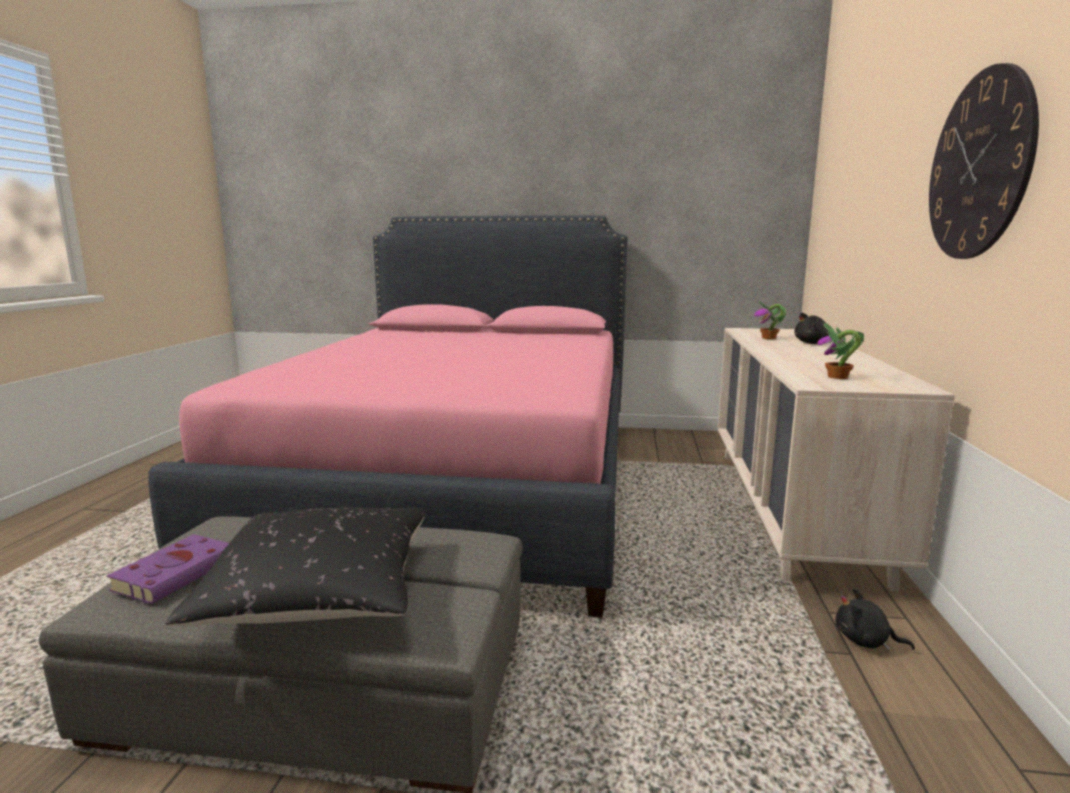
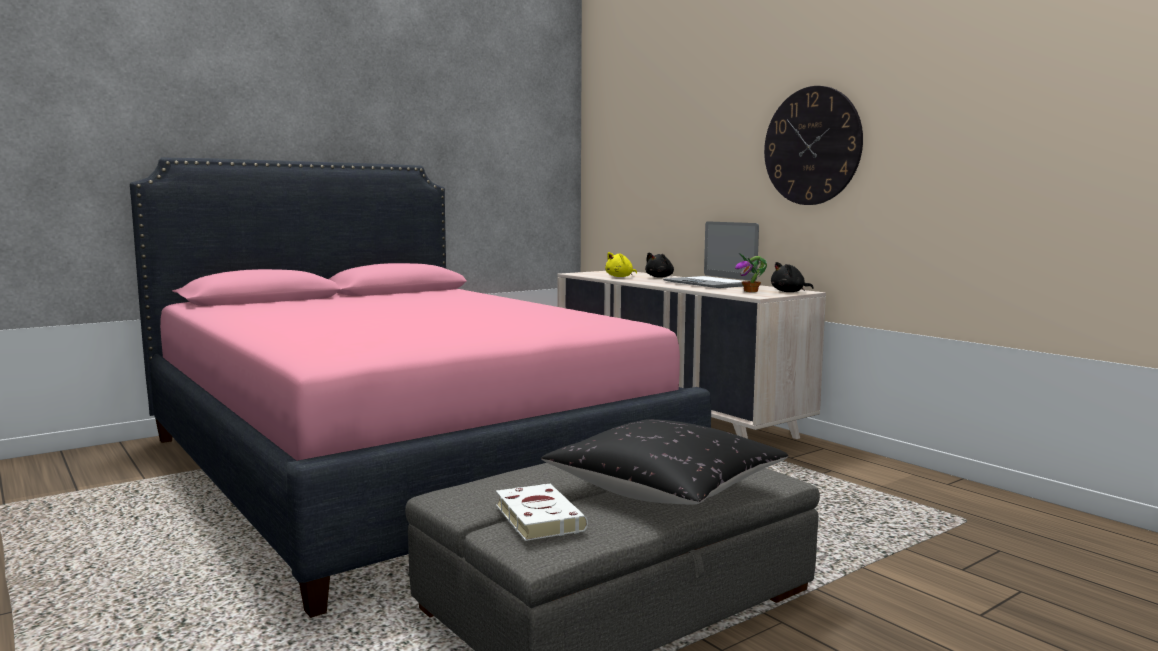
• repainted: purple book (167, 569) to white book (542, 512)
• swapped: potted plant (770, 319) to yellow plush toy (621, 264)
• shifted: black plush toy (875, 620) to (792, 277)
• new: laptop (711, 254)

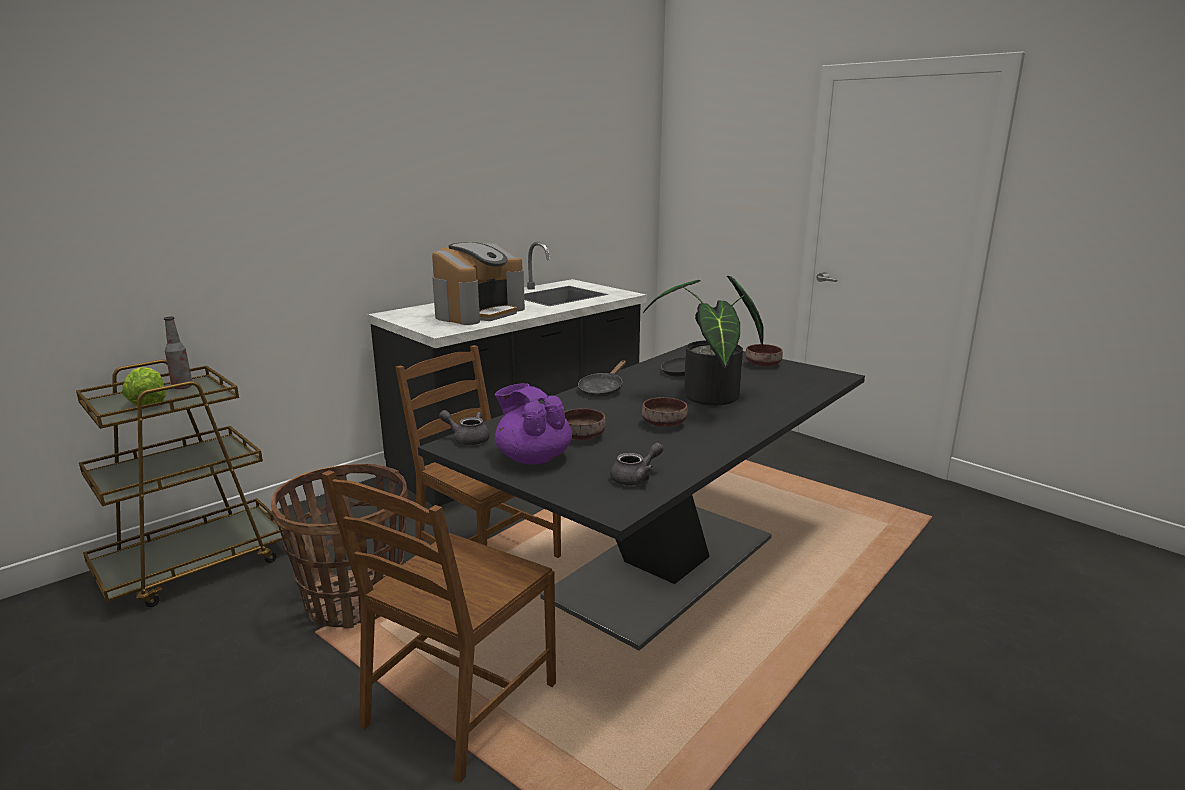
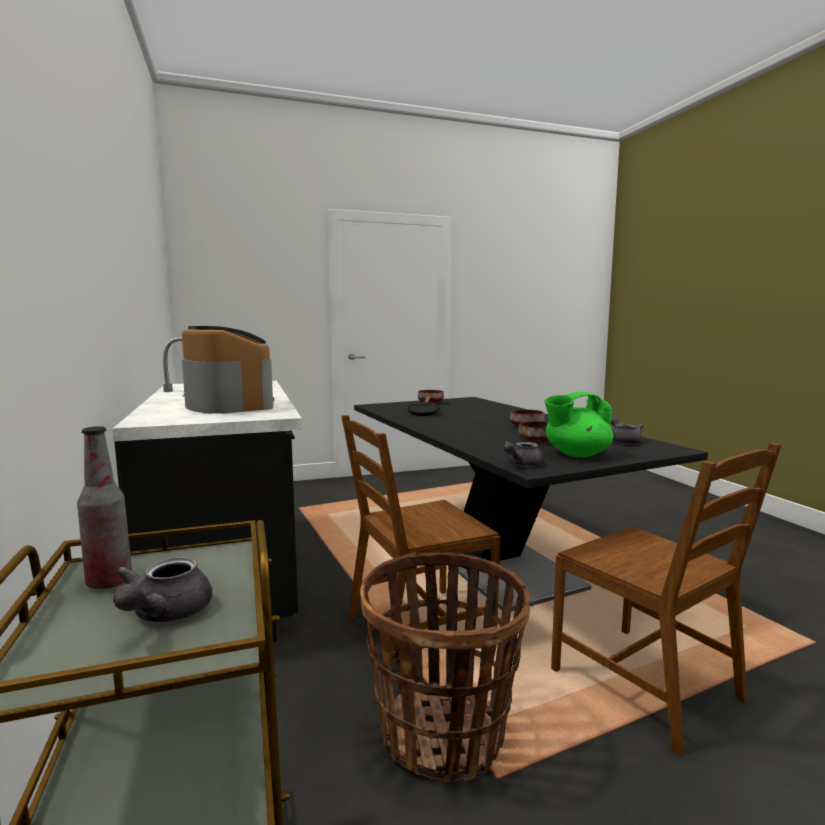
• swapped: lettuce (144, 386) to grey teapot (162, 589)
• repainted: purple teapot (533, 424) to green teapot (579, 424)
• gone: black frying pan (602, 378)
• gone: potted plant (703, 340)

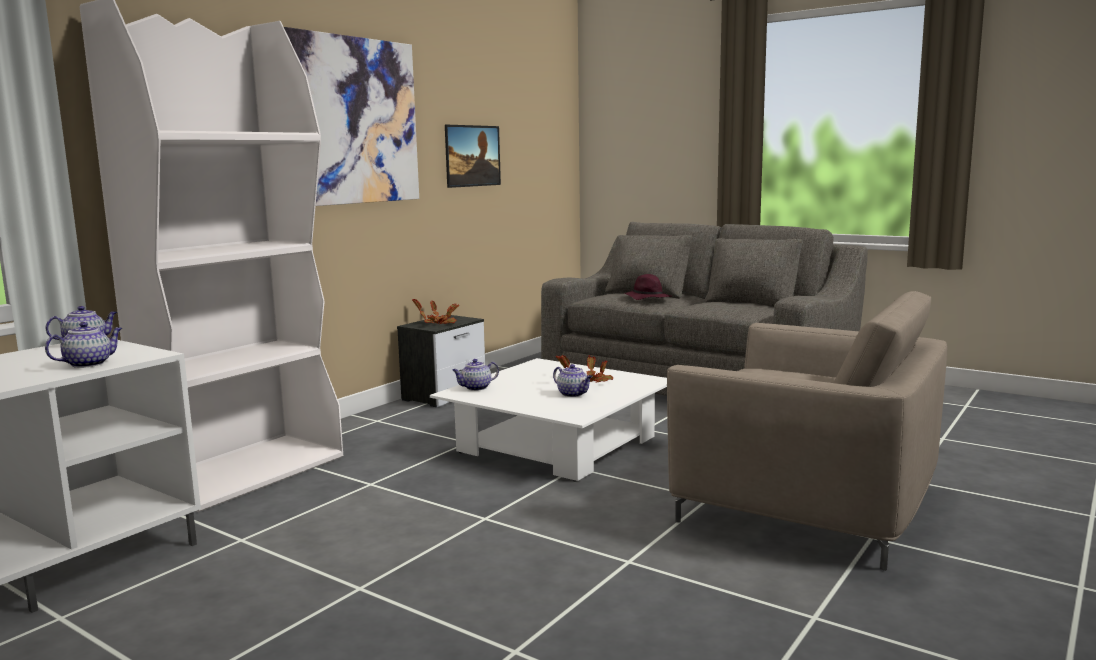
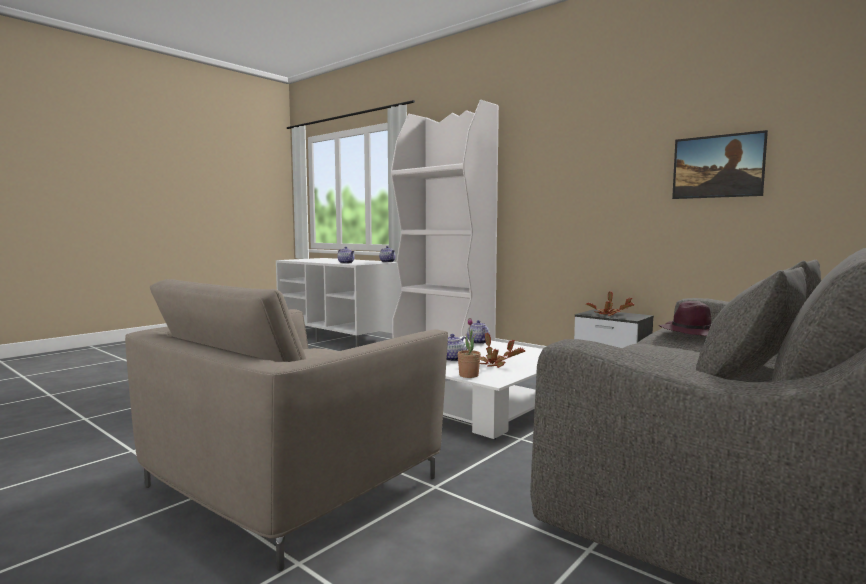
• gone: picture (351, 116)
• new: potted plant (469, 348)

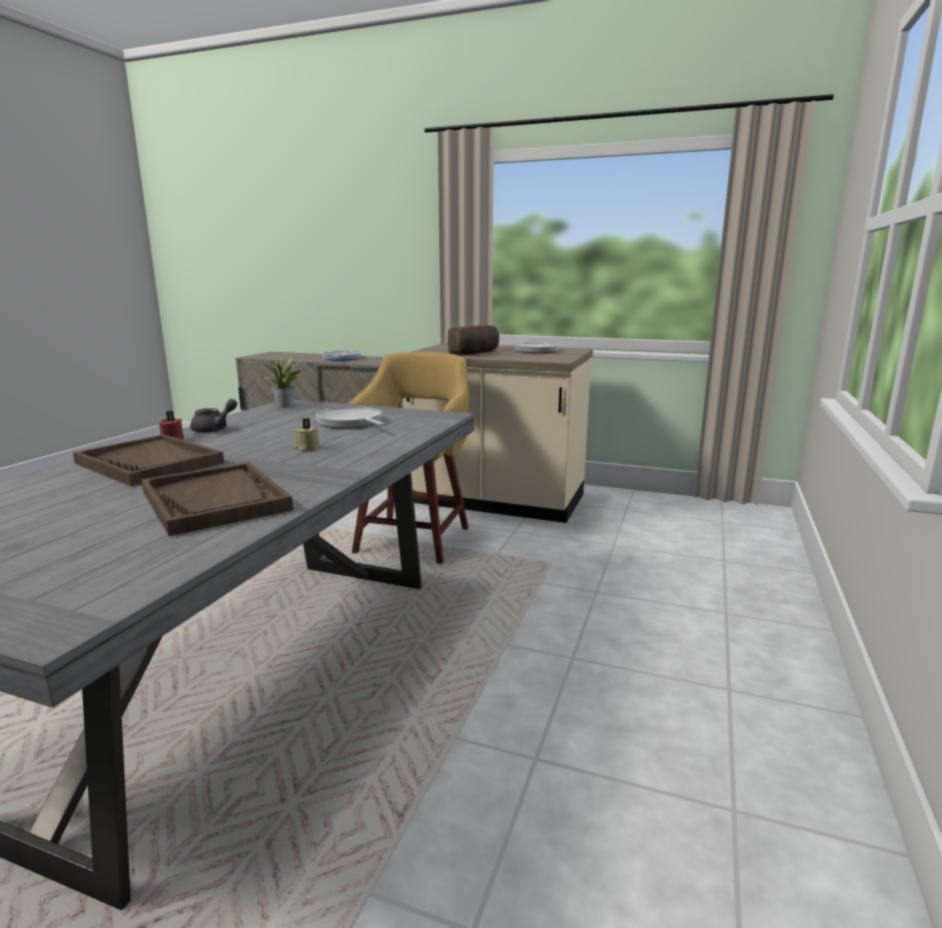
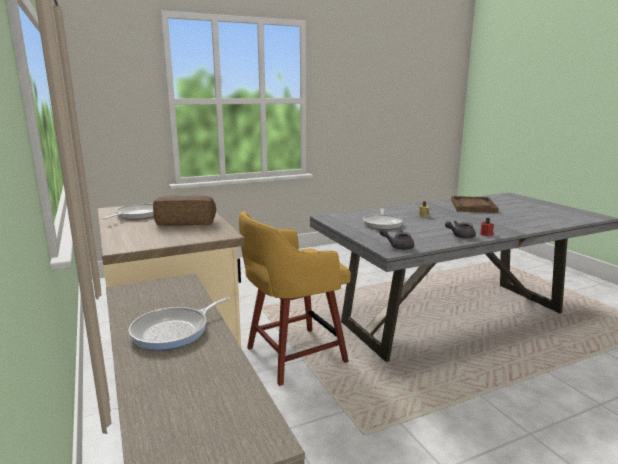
• gone: brown tray (148, 460)
• swapped: potted plant (283, 382) to grey teapot (396, 239)

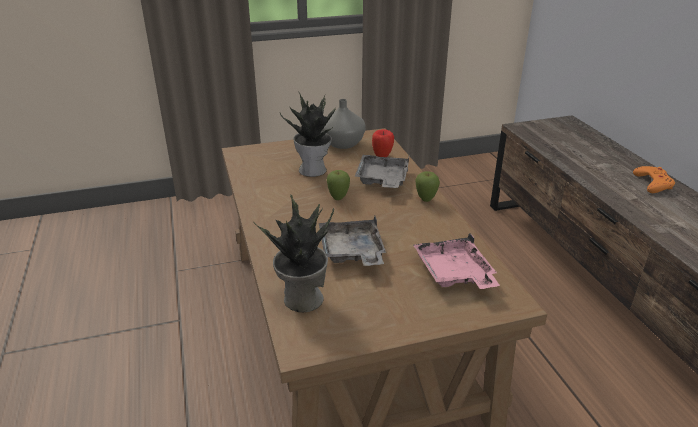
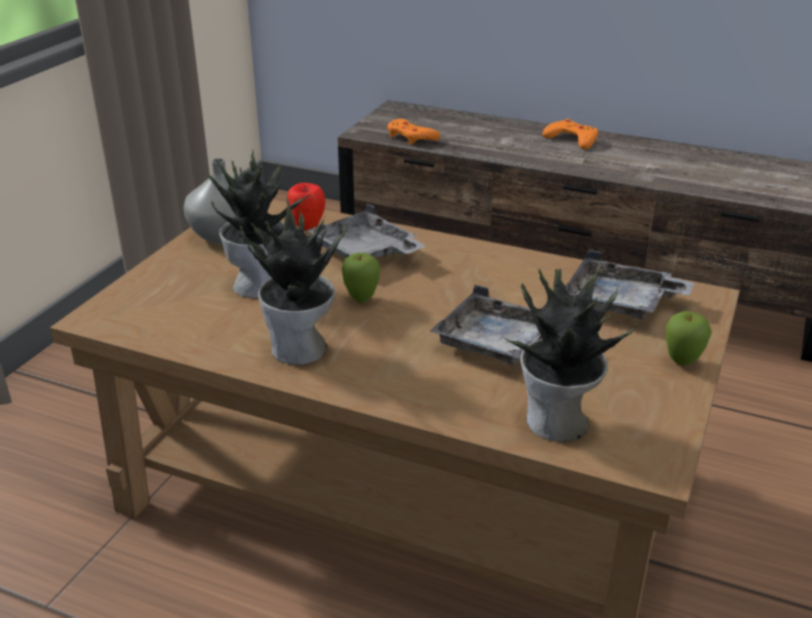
• repainted: pink tray (456, 261) to grey tray (630, 285)
• shifted: apple (427, 186) to (689, 338)
• new: potted plant (294, 281)
• new: orange game controller (414, 131)

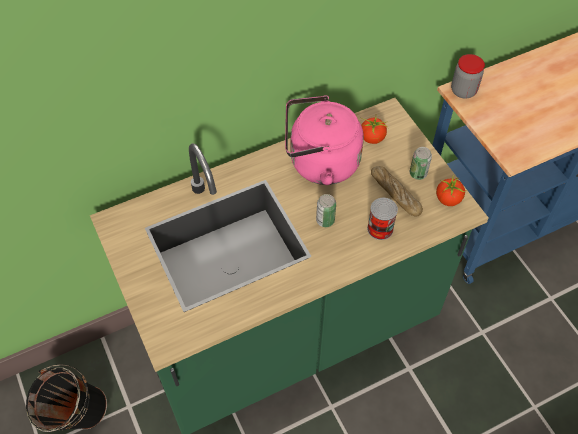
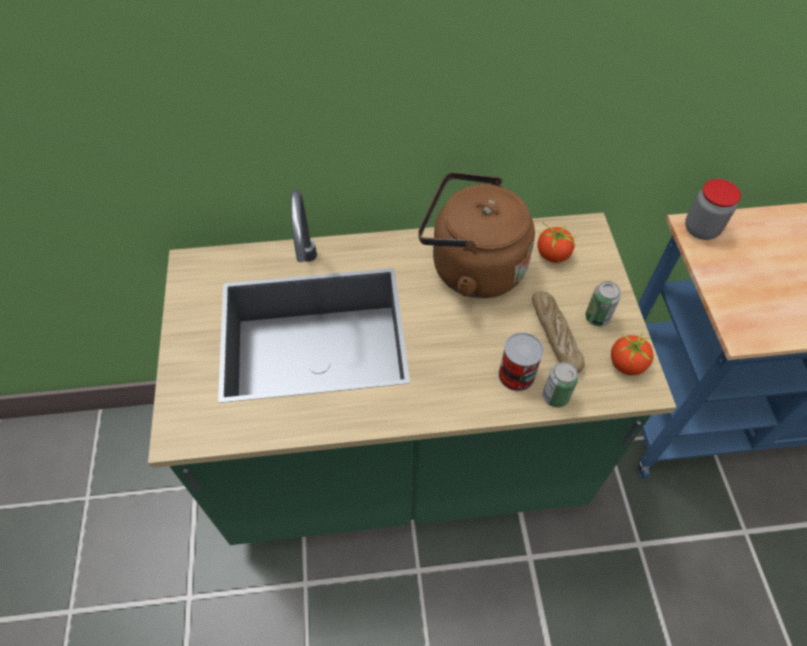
• gone: black bucket (66, 398)
• repainted: pink kettle (324, 140) to brown kettle (476, 235)
• shifted: can (326, 210) to (561, 384)

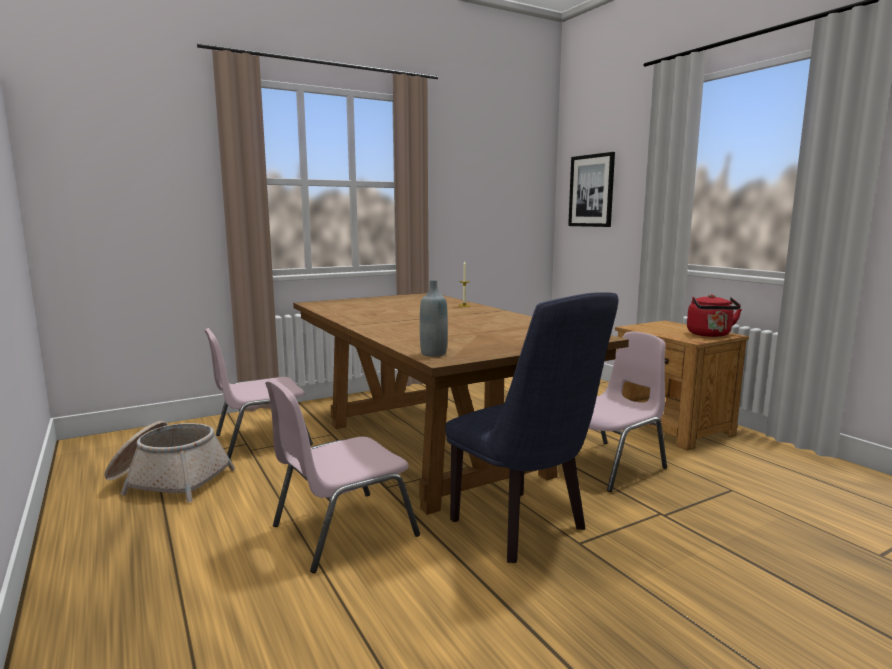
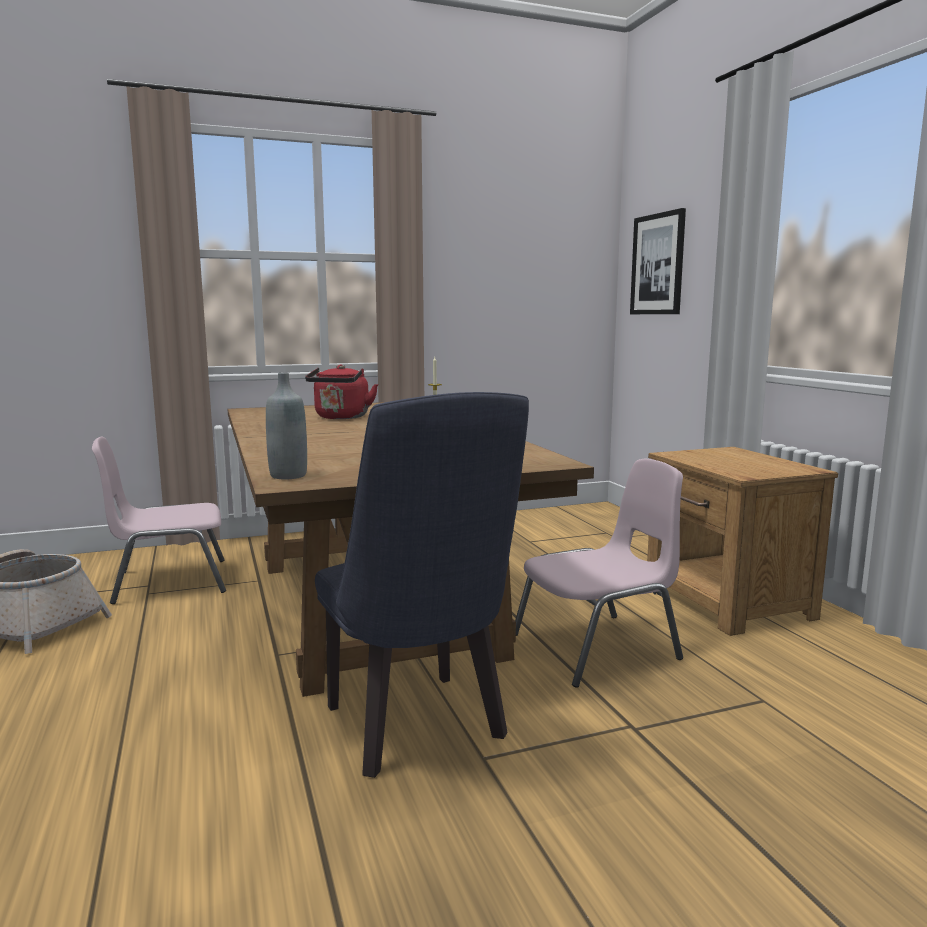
• gone: pink chair (342, 476)
• shifted: red kettle (714, 315) to (341, 392)

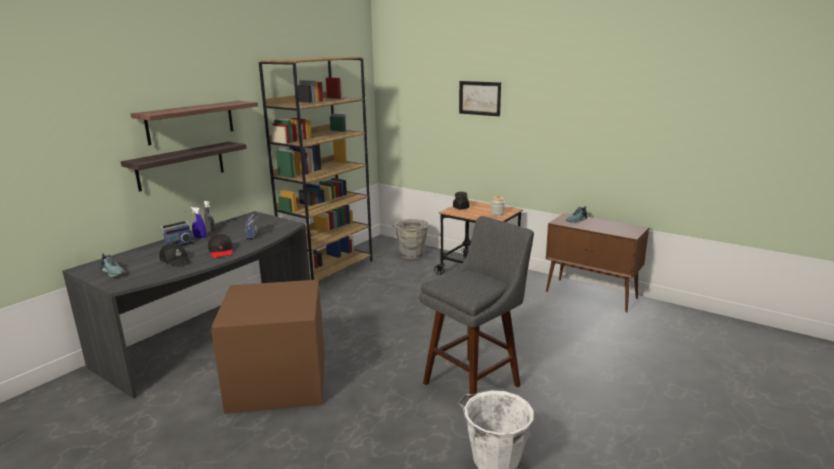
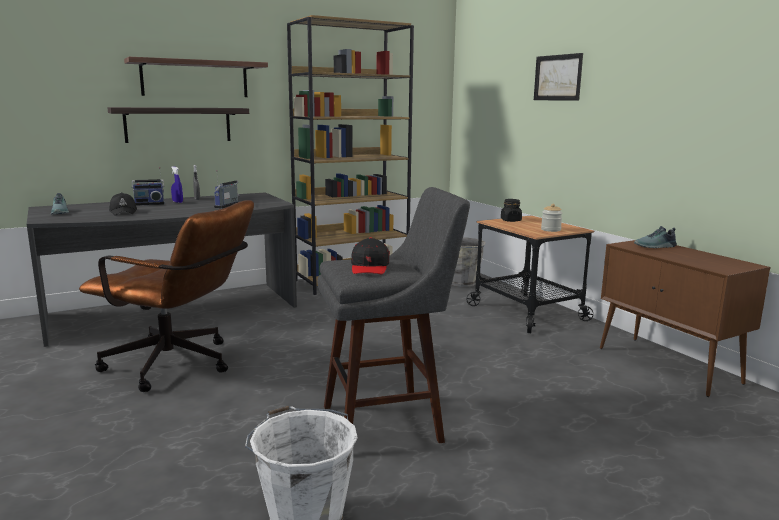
• shifted: black cap (220, 246) to (370, 255)
• swapped: brown storage box (268, 346) to brown office chair (166, 296)

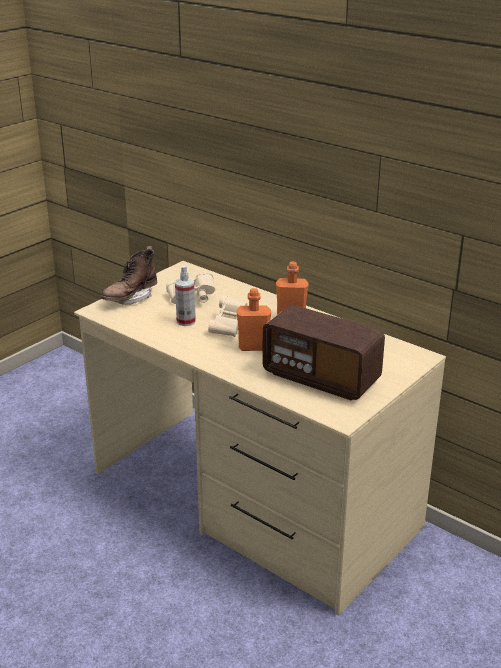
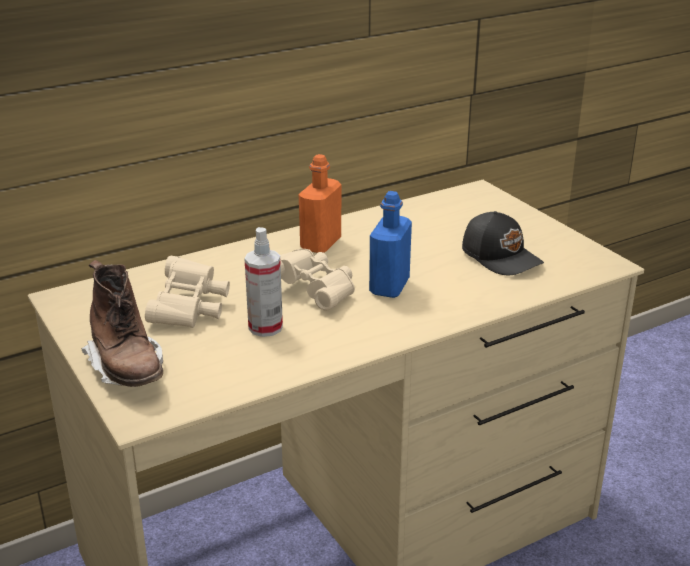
• repainted: orange bottle (254, 319) to blue bottle (390, 244)
• swapped: radio (323, 352) to black cap (503, 243)

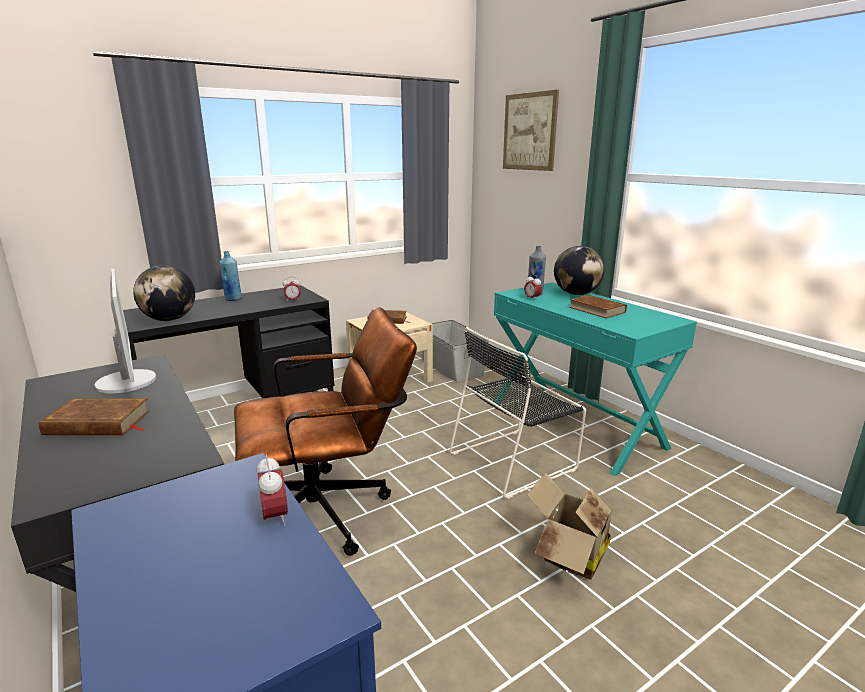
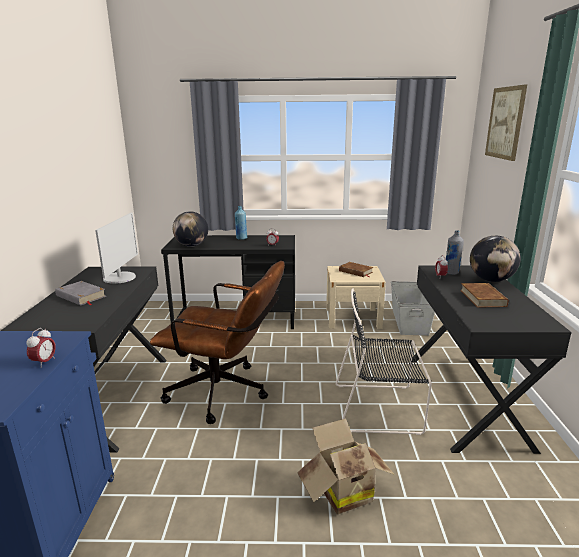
• repainted: brown book (94, 416) to grey book (80, 293)
• repainted: turquoise desk (595, 379) to black desk (492, 359)

